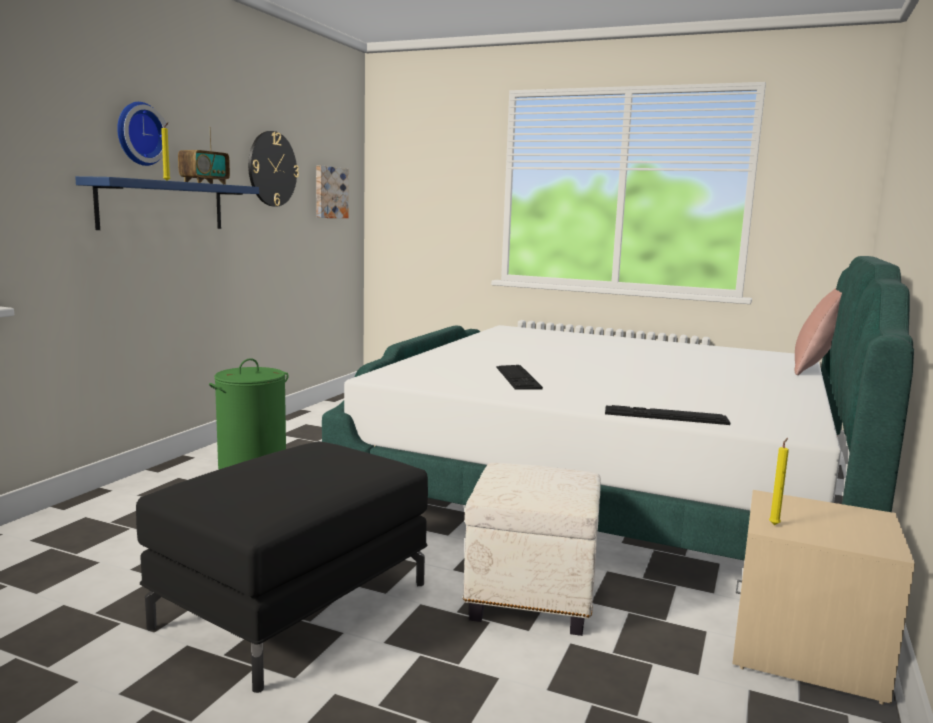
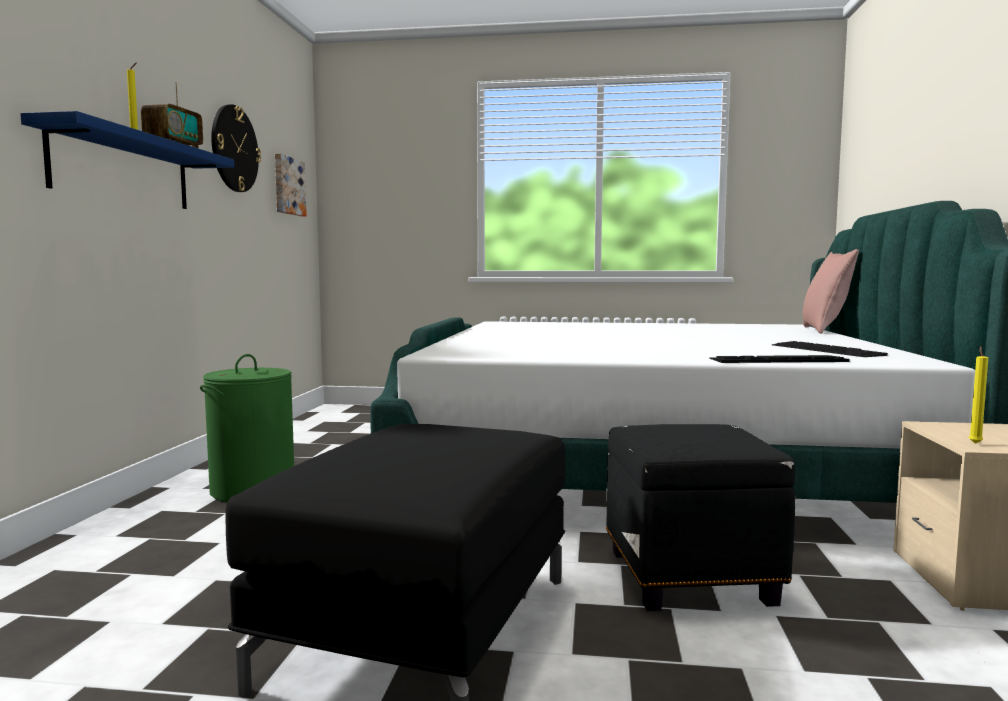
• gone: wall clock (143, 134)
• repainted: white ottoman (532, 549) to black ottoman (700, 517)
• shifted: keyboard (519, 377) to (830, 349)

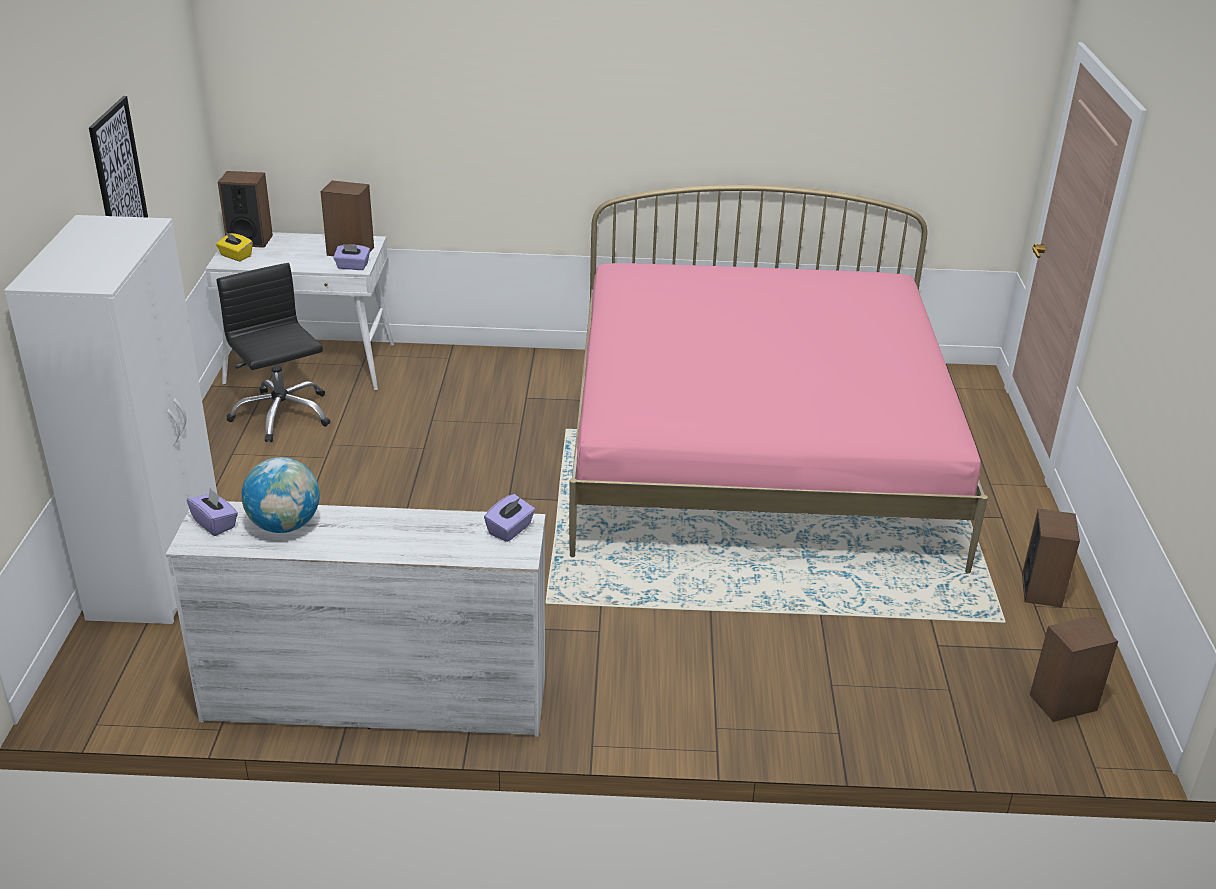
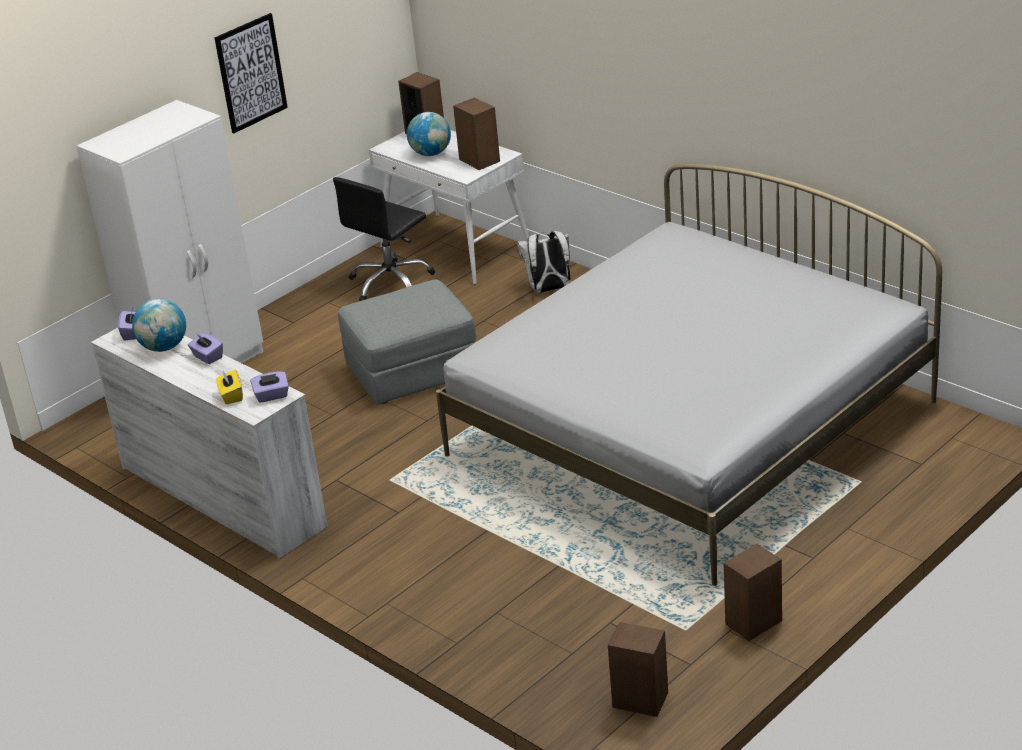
• shifted: yellow tissue box (234, 247) to (229, 387)
• rotated: black office chair (273, 352) = (384, 239) 150 degrees counterclockwise
• shifted: purple tissue box (351, 257) to (205, 348)
• repainted: pink bed (778, 379) to white bed (689, 374)
• new: grey ottoman (407, 342)
• new: globe (429, 134)
• new: white backpack (543, 262)

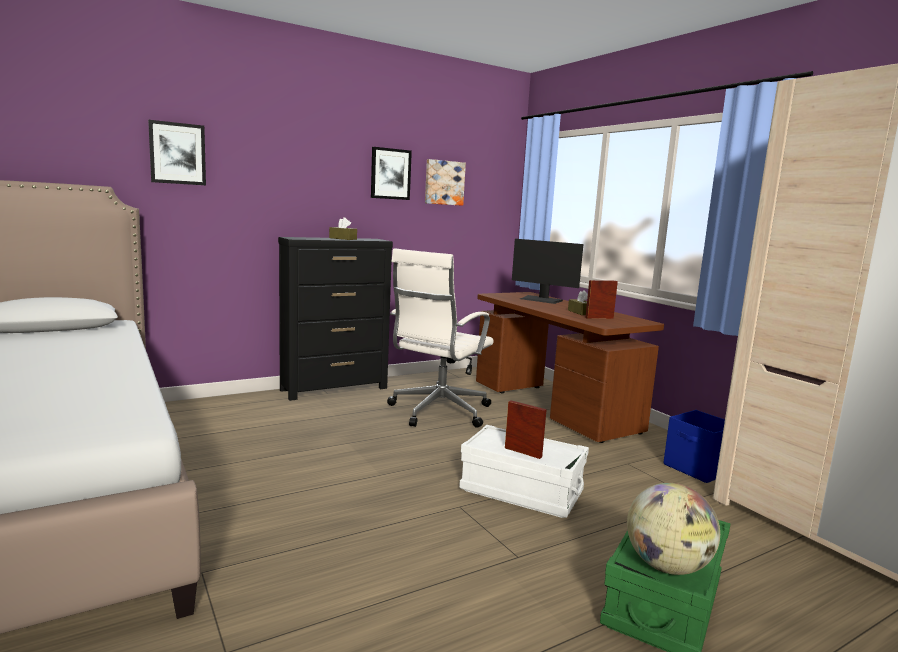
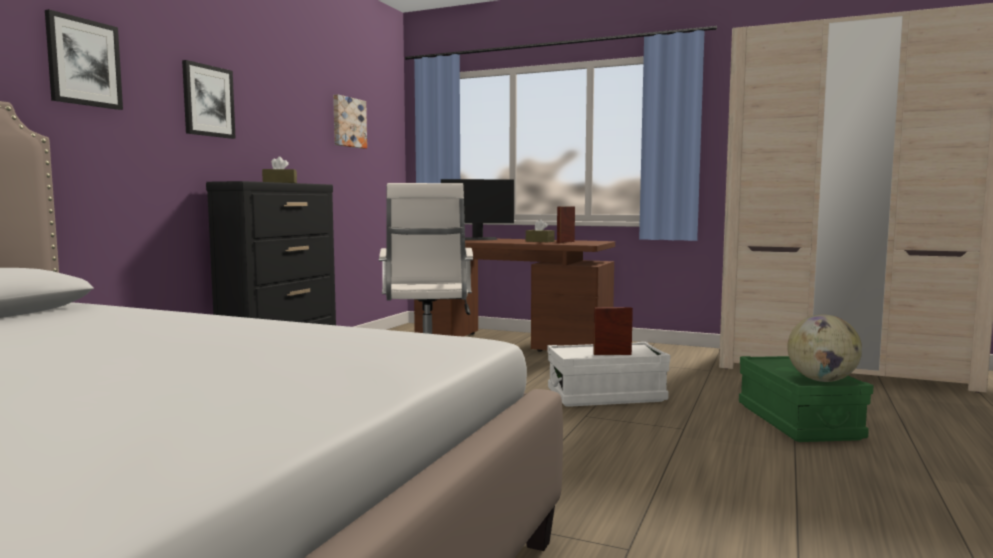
• shifted: picture (391, 173) to (209, 99)
• gone: blue storage box (694, 446)

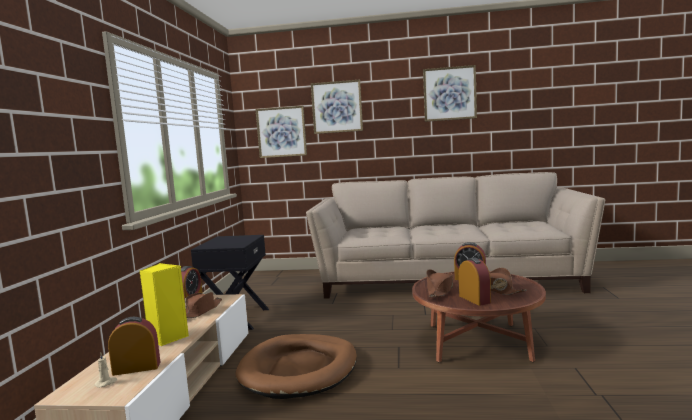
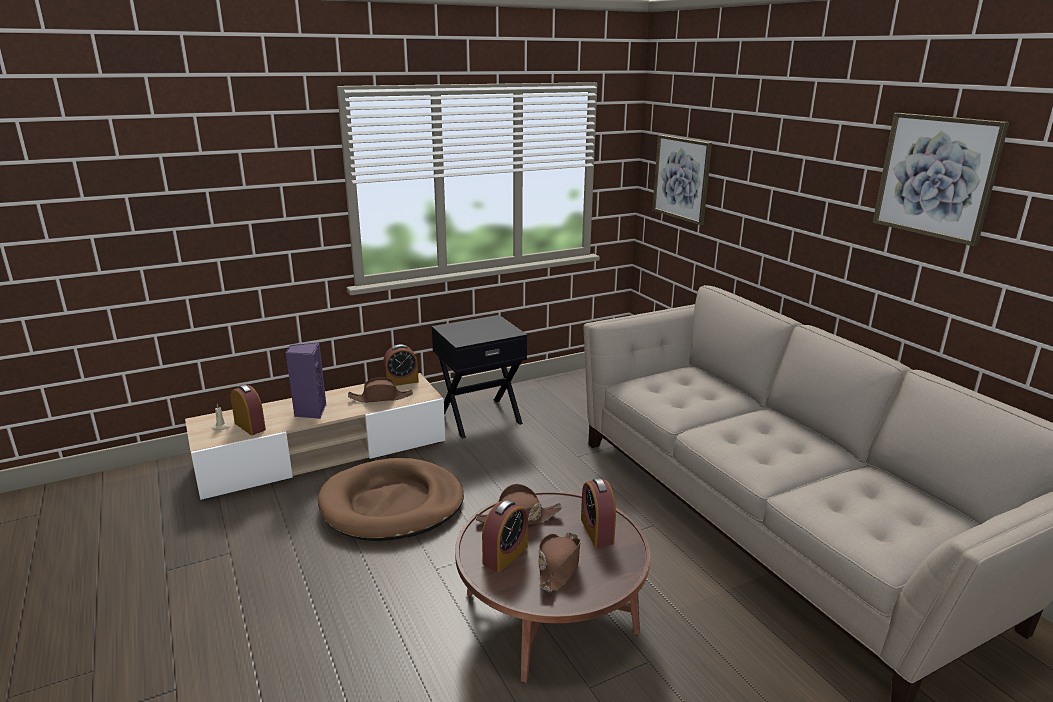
• repainted: yellow speaker (164, 304) to purple speaker (306, 381)
• gone: picture (337, 107)

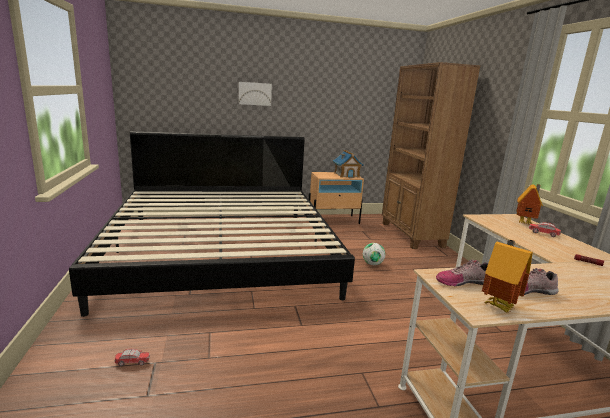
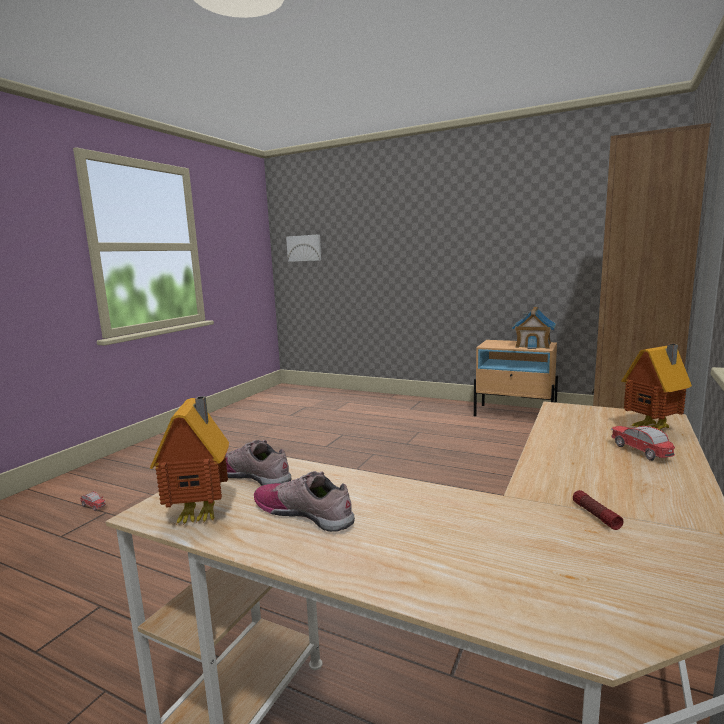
• gone: bed (212, 224)
• shifted: picture (255, 94) to (303, 248)
• gone: football (374, 254)

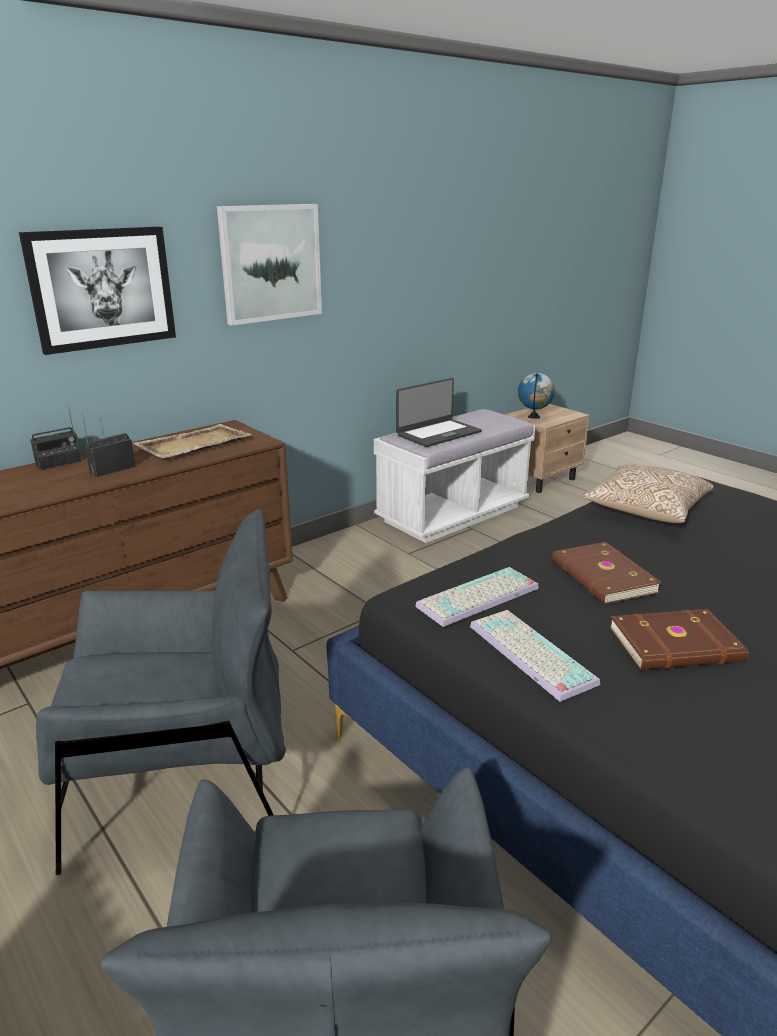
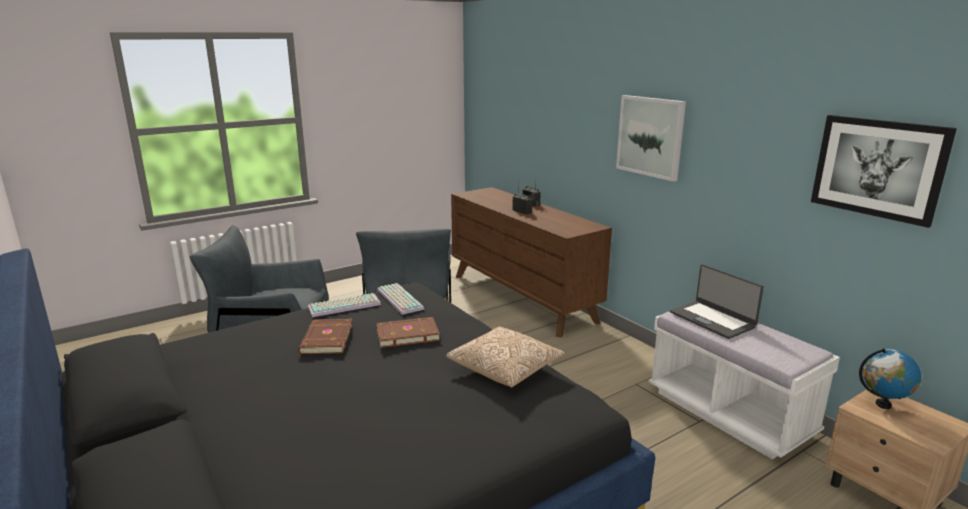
• shifted: picture (97, 290) to (884, 171)
• gone: beige tray (192, 441)

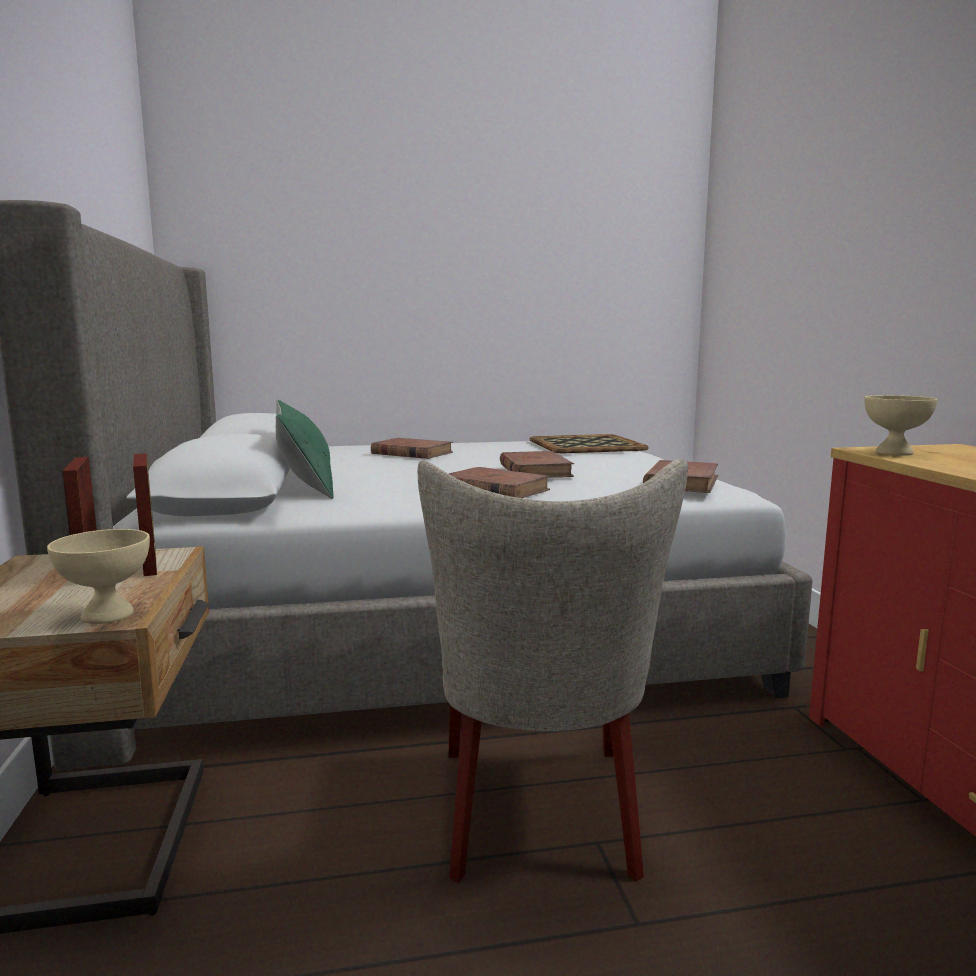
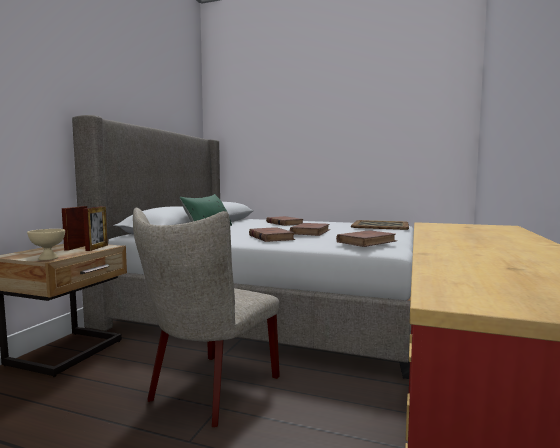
• gone: beige bowl (901, 425)

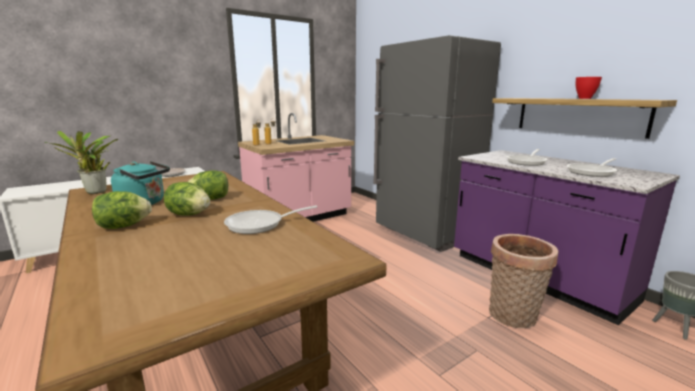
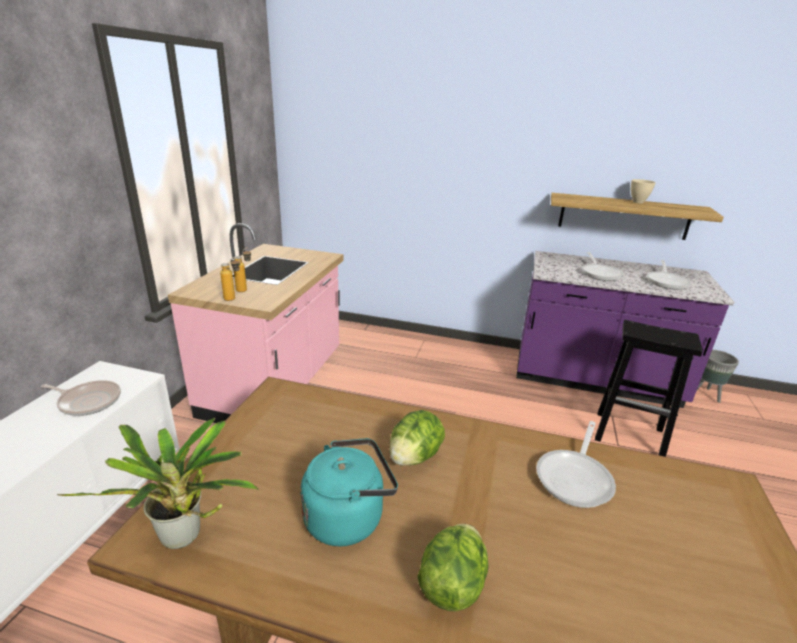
• gone: lettuce (187, 199)
• gone: grey fridge (437, 143)
• swapped: basket (523, 281) to black stool (649, 388)
• repainted: red bowl (589, 88) to beige bowl (643, 191)

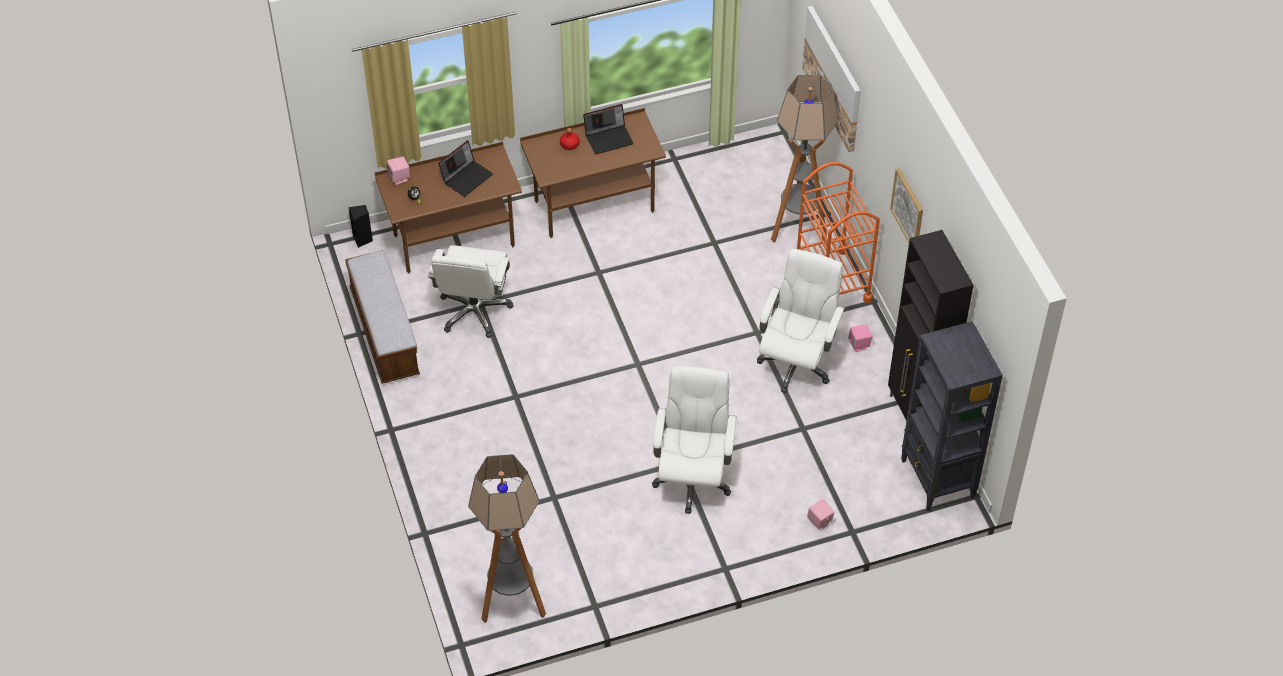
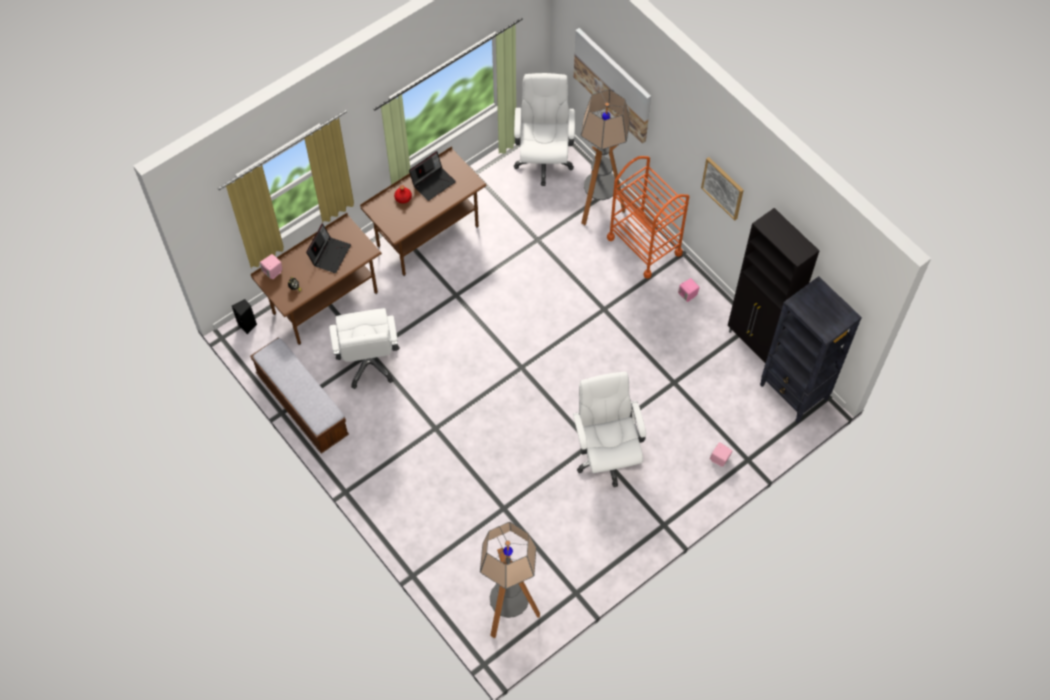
• shifted: white office chair (801, 321) to (544, 129)

